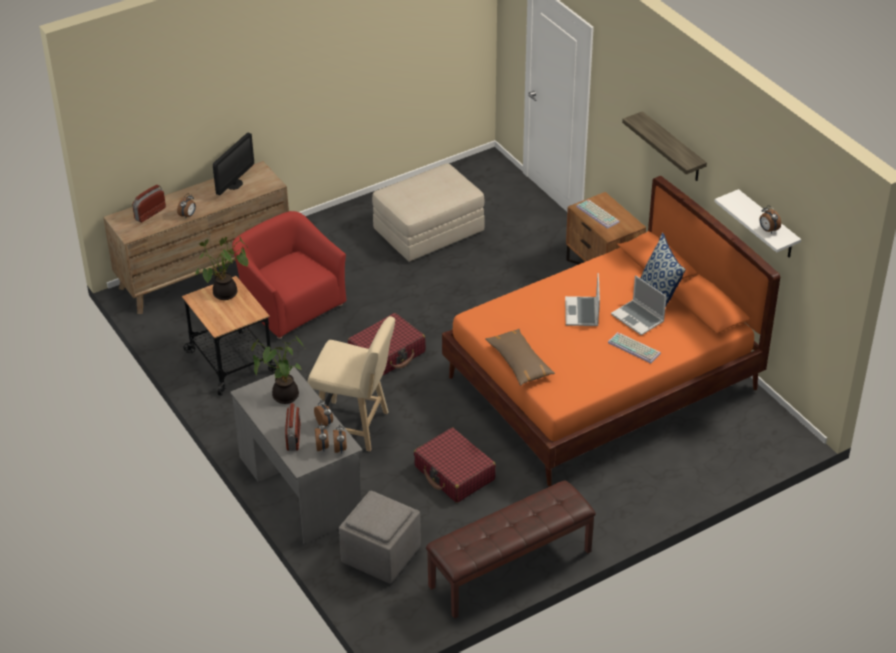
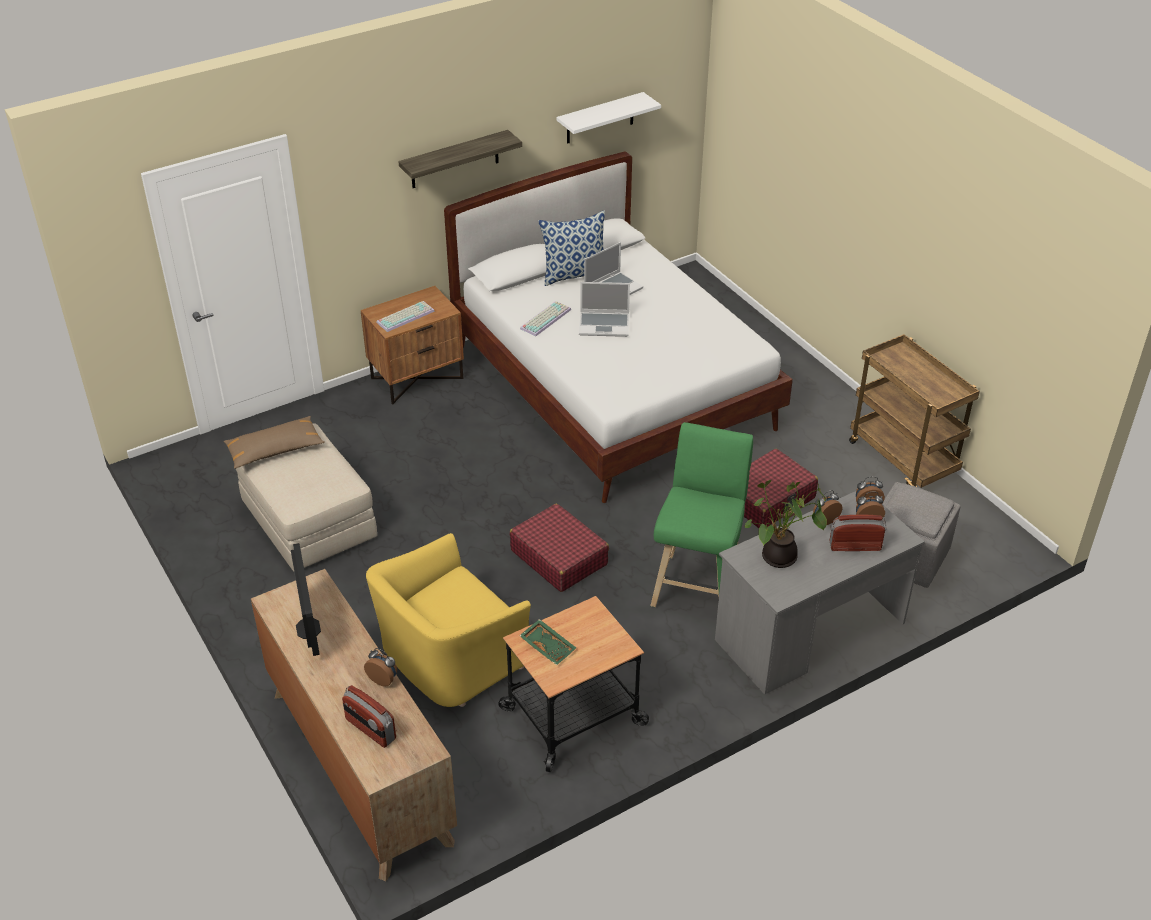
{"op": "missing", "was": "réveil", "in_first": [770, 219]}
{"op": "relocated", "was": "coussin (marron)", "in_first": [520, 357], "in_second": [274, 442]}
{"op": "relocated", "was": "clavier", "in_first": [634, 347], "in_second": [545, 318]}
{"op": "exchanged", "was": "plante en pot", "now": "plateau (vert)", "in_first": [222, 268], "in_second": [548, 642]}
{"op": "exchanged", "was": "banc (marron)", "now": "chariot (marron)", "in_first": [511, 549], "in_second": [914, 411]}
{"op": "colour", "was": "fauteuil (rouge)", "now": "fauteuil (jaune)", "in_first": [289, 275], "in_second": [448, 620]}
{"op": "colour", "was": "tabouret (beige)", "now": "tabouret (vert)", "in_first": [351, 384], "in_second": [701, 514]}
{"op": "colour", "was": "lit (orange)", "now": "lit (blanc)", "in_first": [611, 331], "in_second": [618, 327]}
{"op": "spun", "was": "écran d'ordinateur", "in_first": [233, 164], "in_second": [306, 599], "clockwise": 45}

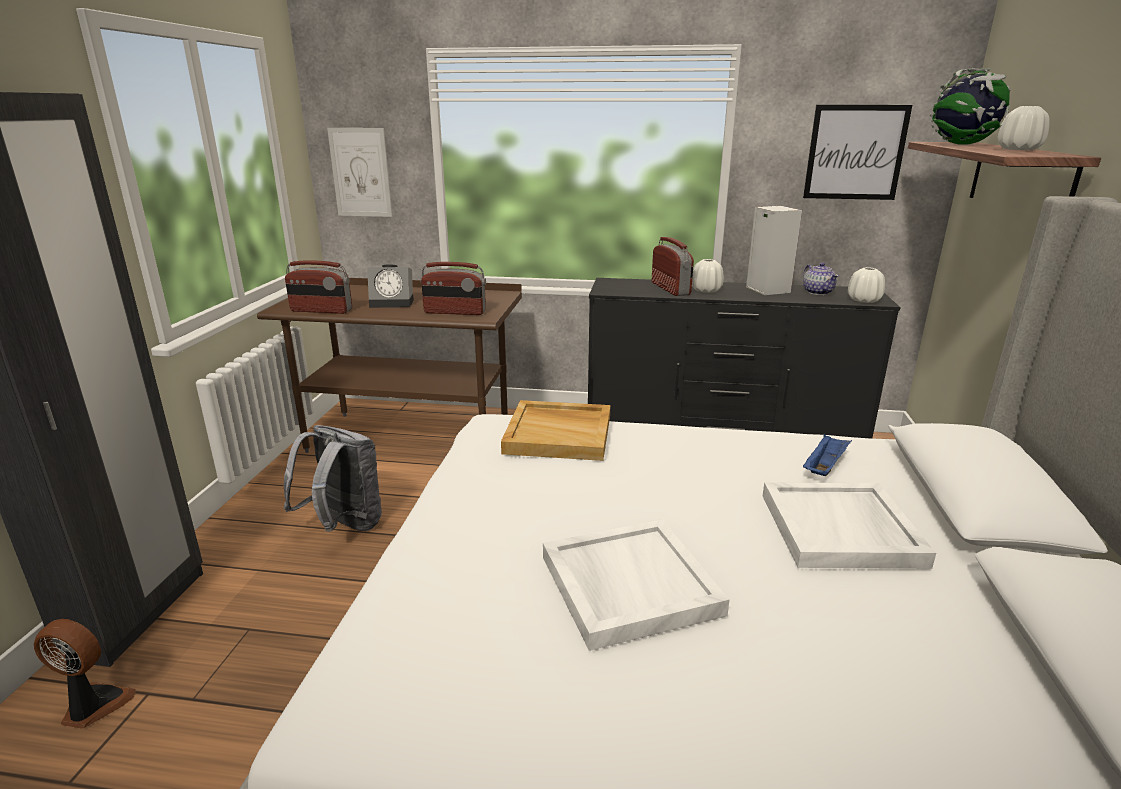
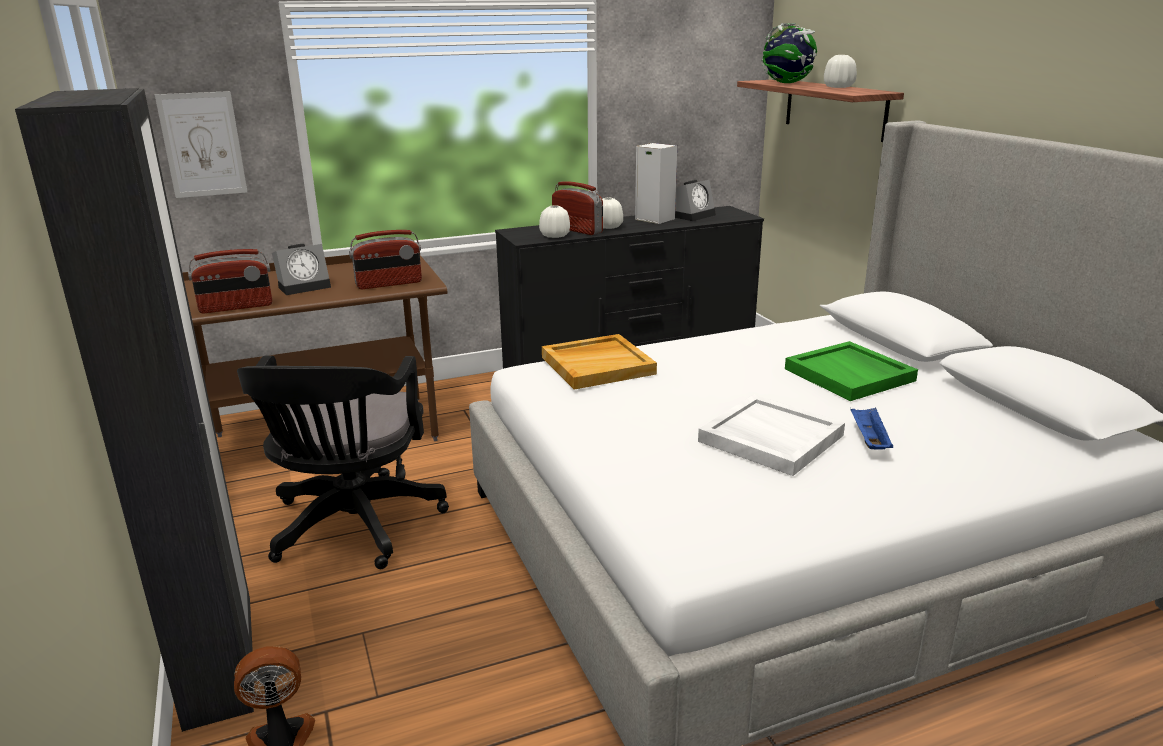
{"op": "missing", "was": "tableau", "in_first": [857, 152]}
{"op": "relocated", "was": "plateau (bleu)", "in_first": [827, 455], "in_second": [872, 428]}
{"op": "relocated", "was": "vase (blanc)", "in_first": [866, 285], "in_second": [554, 221]}
{"op": "exchanged", "was": "sac à dos (gris)", "now": "chaise de bureau (noir)", "in_first": [333, 478], "in_second": [343, 462]}
{"op": "exchanged", "was": "théière", "now": "réveil", "in_first": [821, 278], "in_second": [695, 200]}
{"op": "colour", "was": "plateau (blanc)", "now": "plateau (vert)", "in_first": [849, 525], "in_second": [851, 371]}

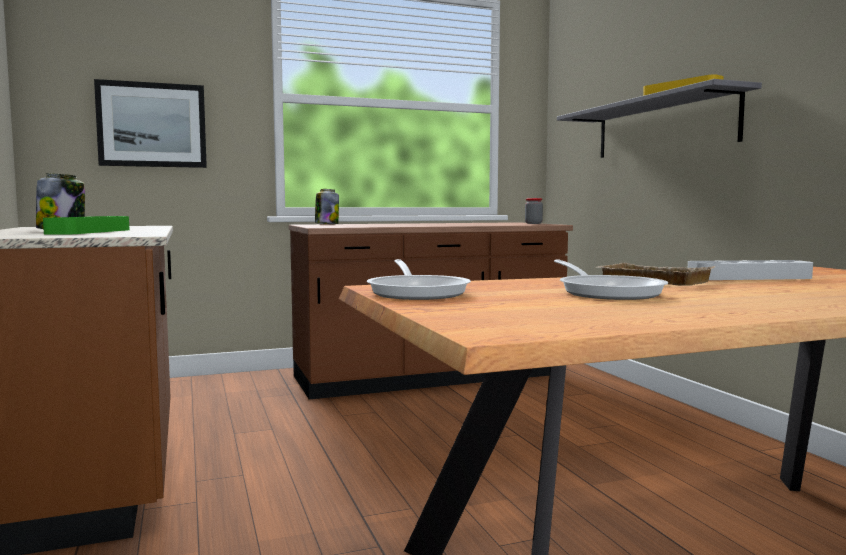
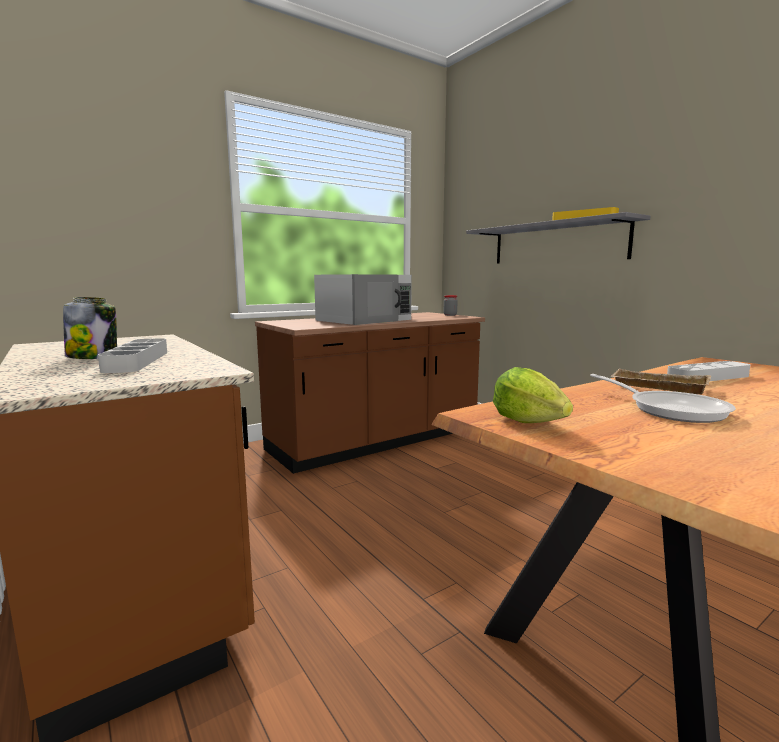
{"op": "missing", "was": "tableau", "in_first": [150, 123]}
{"op": "missing", "was": "bocal", "in_first": [327, 206]}
{"op": "appeared", "now": "micro-ondes (blanc)", "in_second": [363, 299]}
{"op": "exchanged", "was": "poêle", "now": "laitue", "in_first": [419, 279], "in_second": [533, 395]}
{"op": "colour", "was": "plateau (vert)", "now": "plateau (gris)", "in_first": [86, 225], "in_second": [132, 355]}

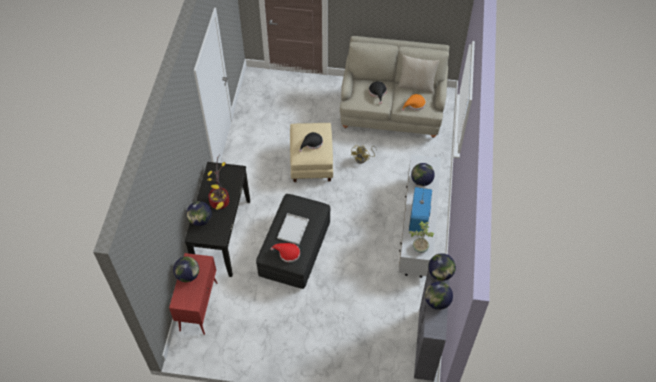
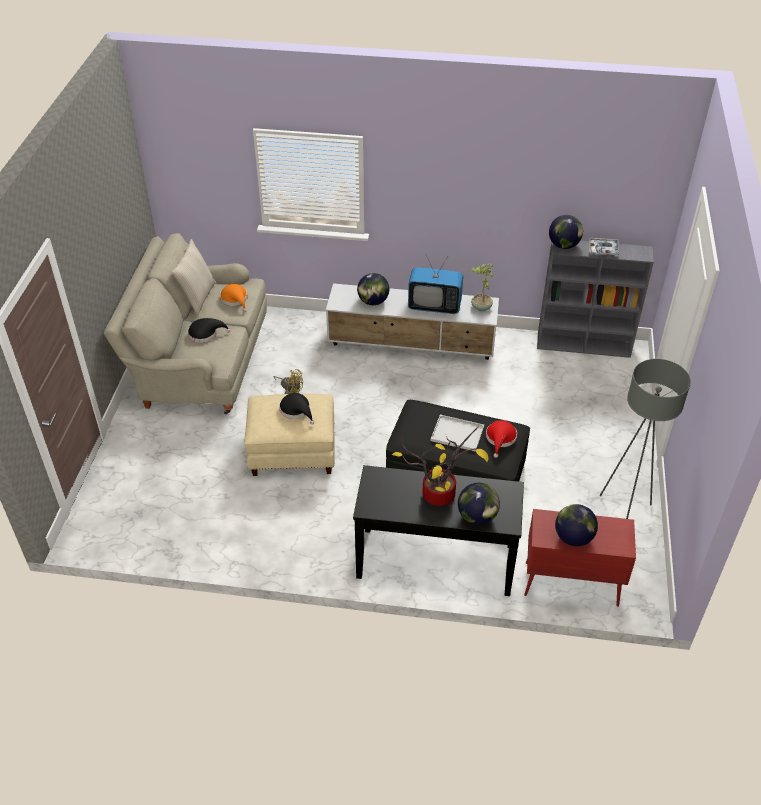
{"op": "appeared", "now": "lampadaire (gris)", "in_second": [645, 439]}
{"op": "exchanged", "was": "globe", "now": "plateau", "in_first": [439, 296], "in_second": [604, 247]}

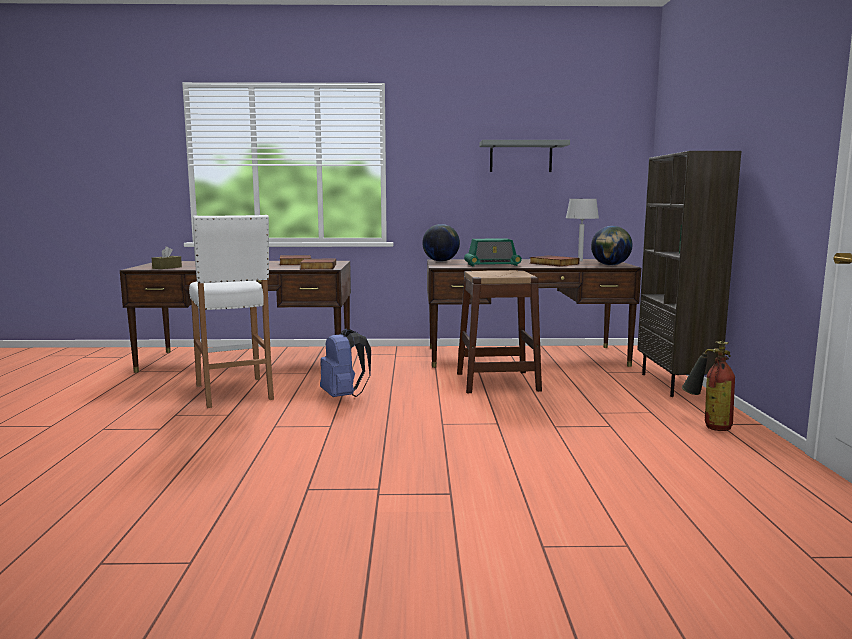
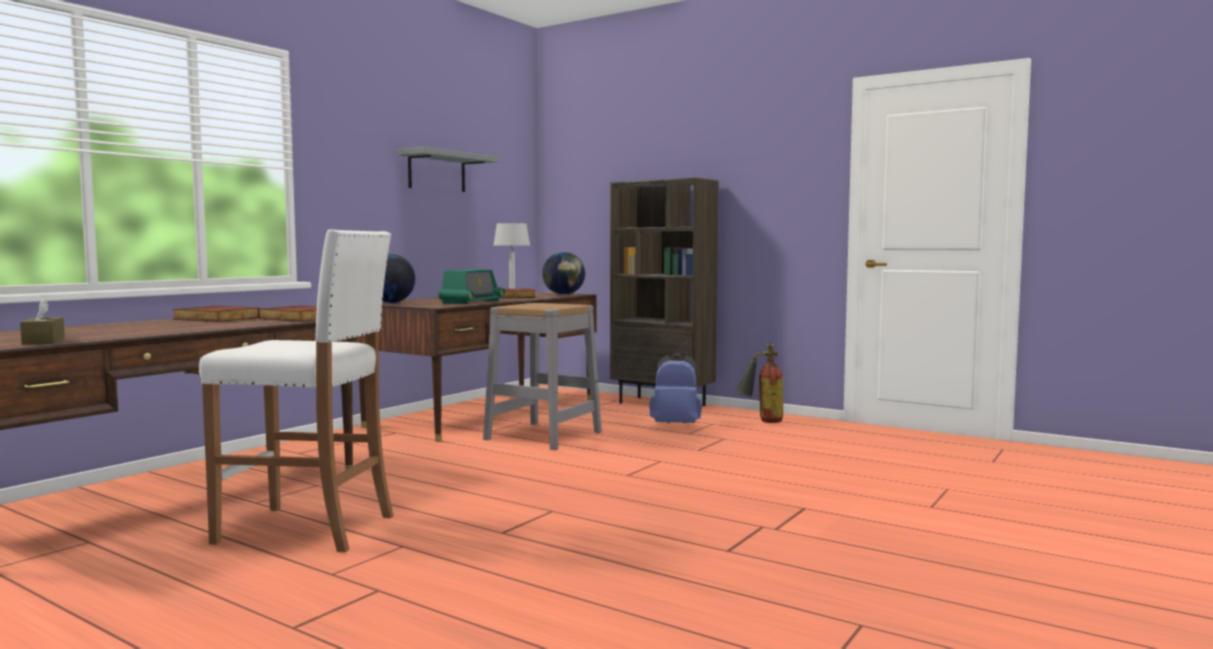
{"op": "relocated", "was": "sac à dos (bleu)", "in_first": [345, 362], "in_second": [675, 388]}
{"op": "colour", "was": "tabouret (marron)", "now": "tabouret (gris)", "in_first": [499, 331], "in_second": [542, 376]}

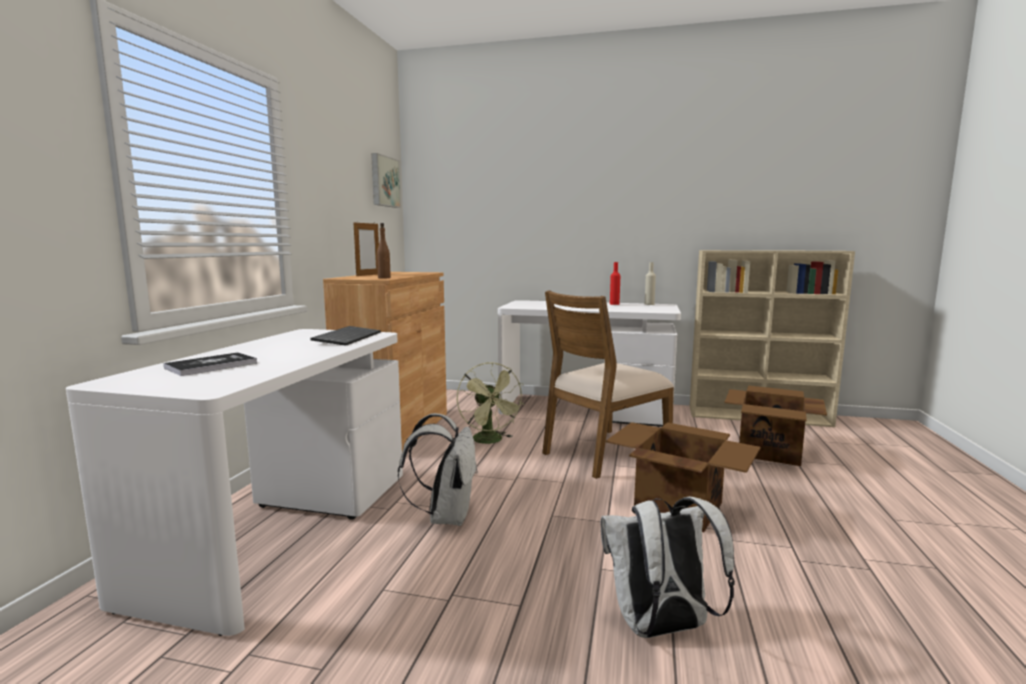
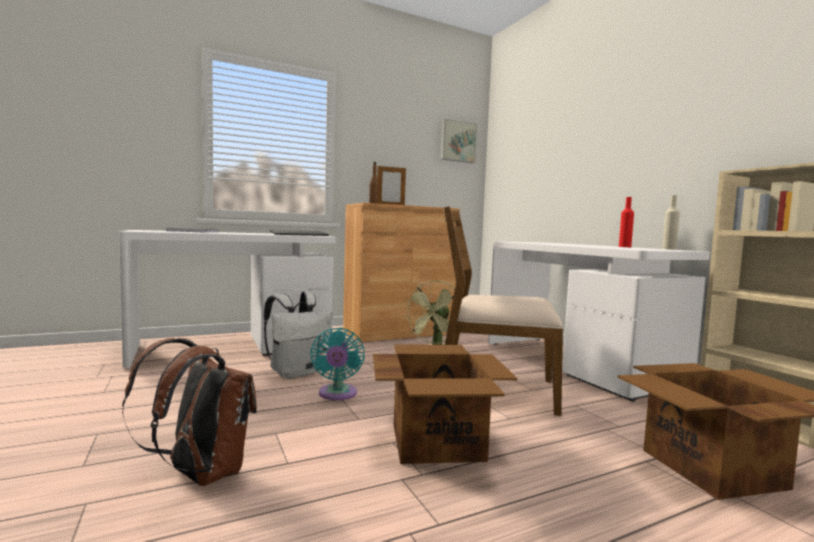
{"op": "appeared", "now": "ventilateur (turquoise)", "in_second": [337, 363]}
{"op": "colour", "was": "sac à dos (blanc)", "now": "sac à dos (marron)", "in_first": [668, 567], "in_second": [189, 412]}

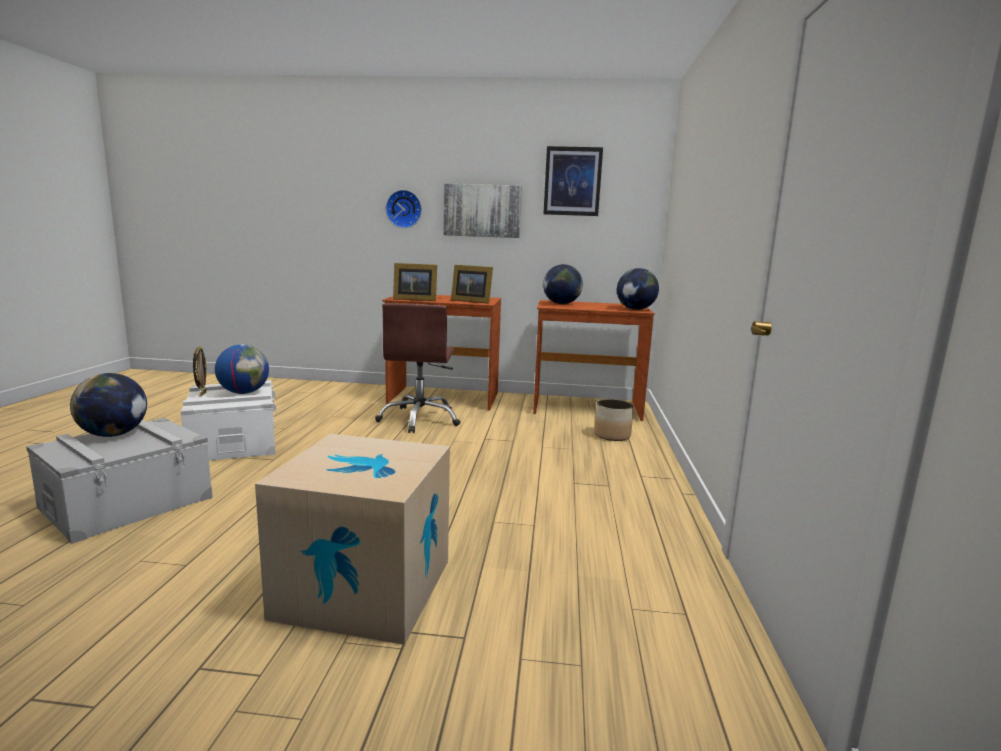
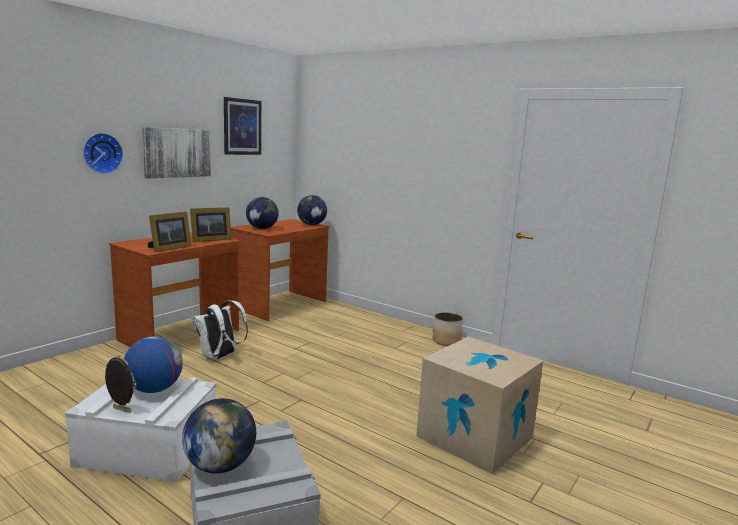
{"op": "relocated", "was": "cache-pot", "in_first": [614, 420], "in_second": [448, 329]}
{"op": "exchanged", "was": "chaise de bureau (marron)", "now": "sac à dos (blanc)", "in_first": [417, 368], "in_second": [220, 330]}

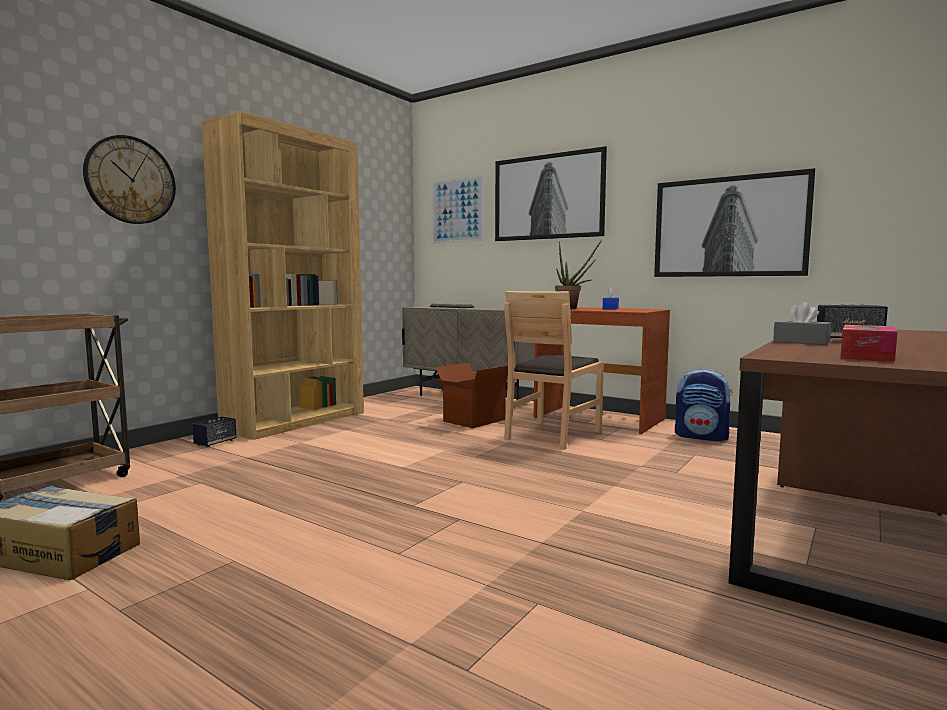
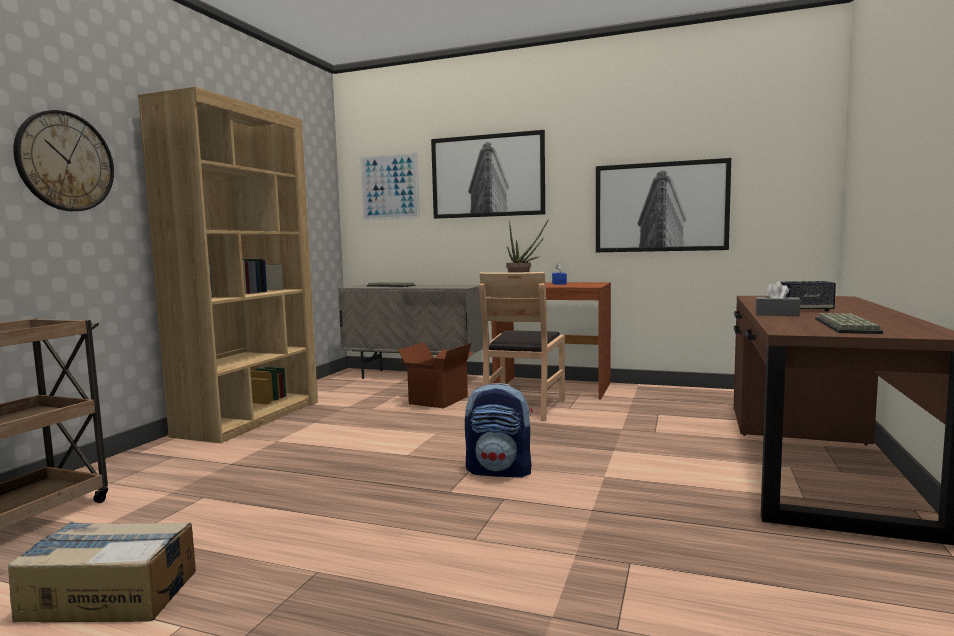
{"op": "missing", "was": "enceinte", "in_first": [214, 432]}
{"op": "relocated", "was": "sac à dos", "in_first": [704, 405], "in_second": [499, 430]}
{"op": "exchanged", "was": "boîte à mouchoirs", "now": "clavier", "in_first": [869, 343], "in_second": [849, 323]}

